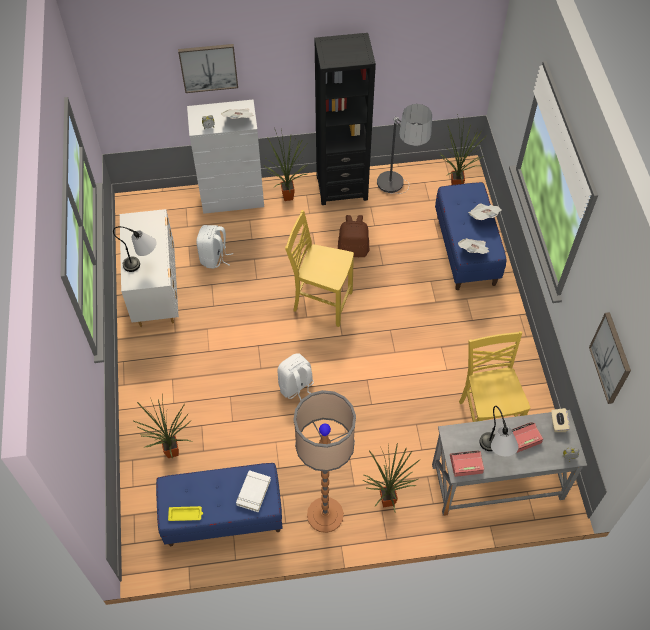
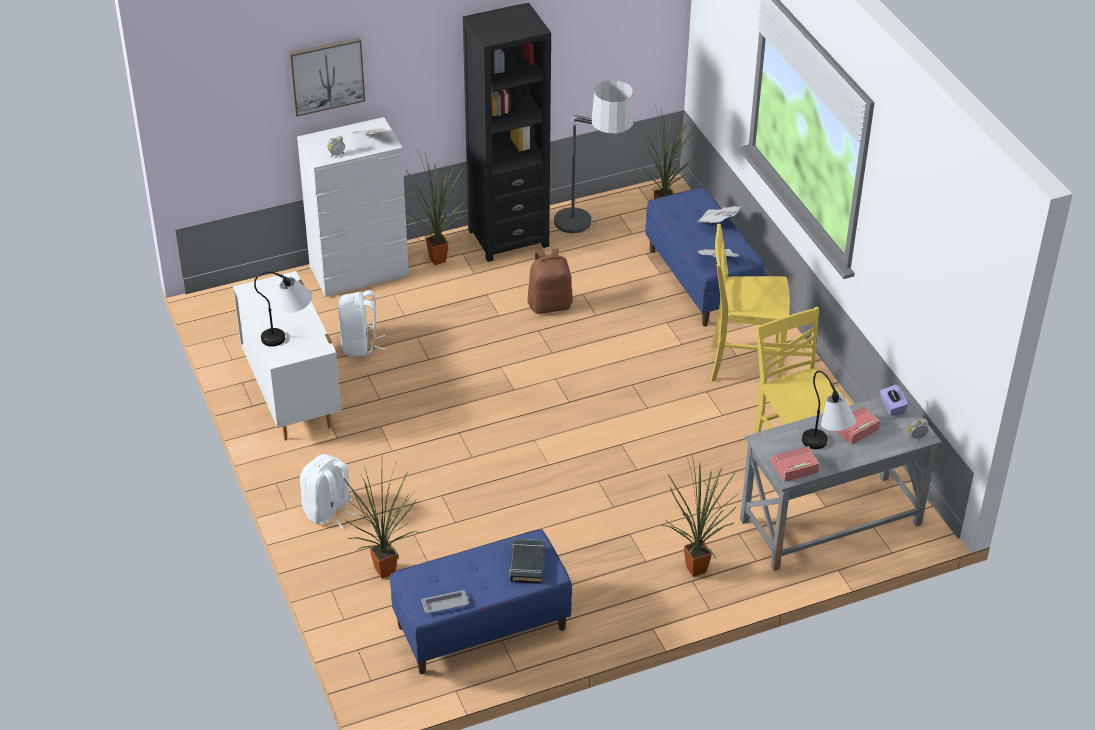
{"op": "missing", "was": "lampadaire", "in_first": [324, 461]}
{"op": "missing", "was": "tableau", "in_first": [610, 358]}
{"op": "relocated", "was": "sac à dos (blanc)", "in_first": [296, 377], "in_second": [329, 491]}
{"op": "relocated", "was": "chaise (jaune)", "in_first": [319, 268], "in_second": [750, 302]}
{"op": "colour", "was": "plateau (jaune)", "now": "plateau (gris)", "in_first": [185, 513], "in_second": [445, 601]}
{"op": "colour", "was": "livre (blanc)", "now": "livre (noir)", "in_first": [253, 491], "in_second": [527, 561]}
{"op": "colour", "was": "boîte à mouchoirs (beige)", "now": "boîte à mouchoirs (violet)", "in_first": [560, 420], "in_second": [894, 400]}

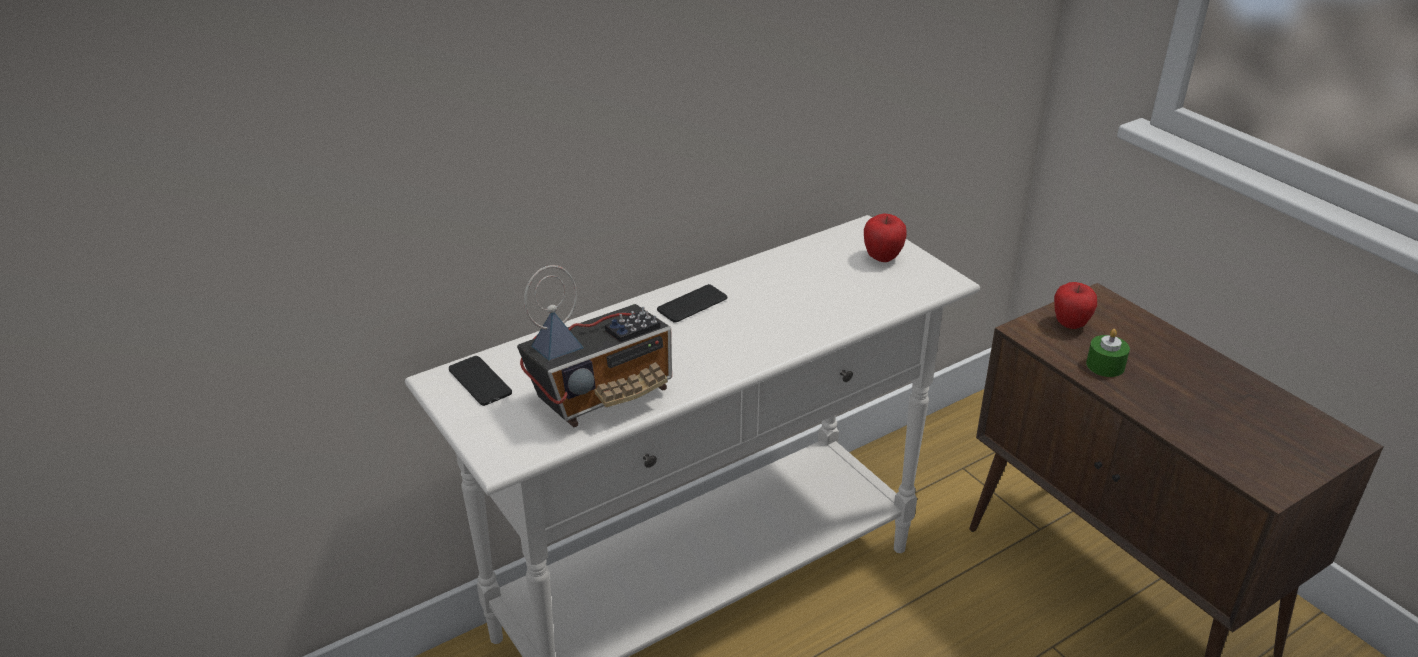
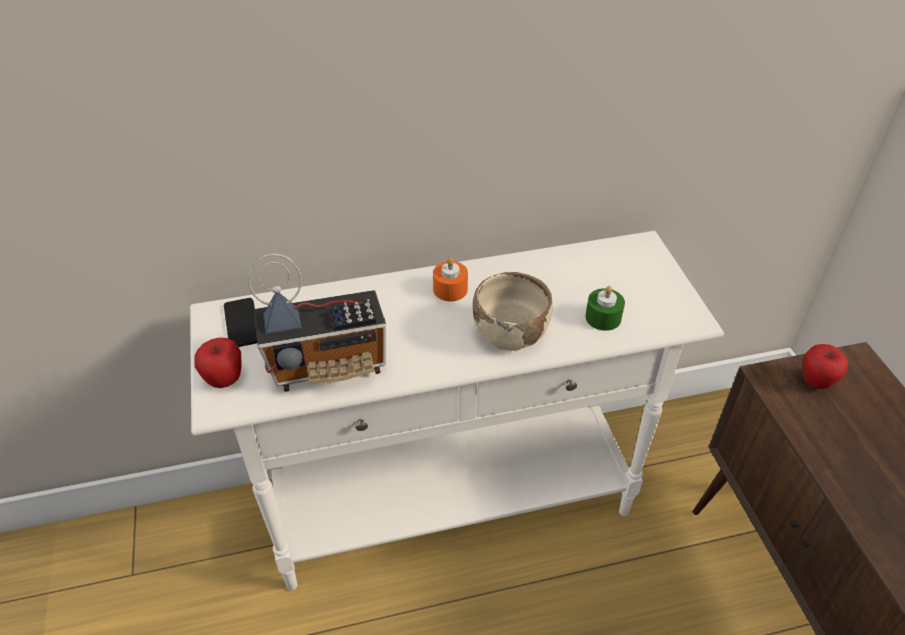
{"op": "appeared", "now": "bol (beige)", "in_second": [513, 311]}
{"op": "relocated", "was": "pomme", "in_first": [885, 238], "in_second": [218, 362]}
{"op": "relocated", "was": "bougie (vert)", "in_first": [1108, 353], "in_second": [605, 308]}
{"op": "exchanged", "was": "téléphone", "now": "bougie (orange)", "in_first": [692, 303], "in_second": [450, 280]}

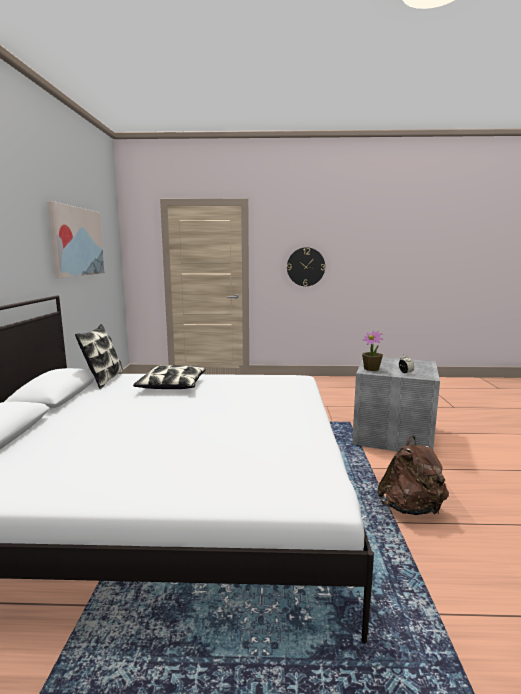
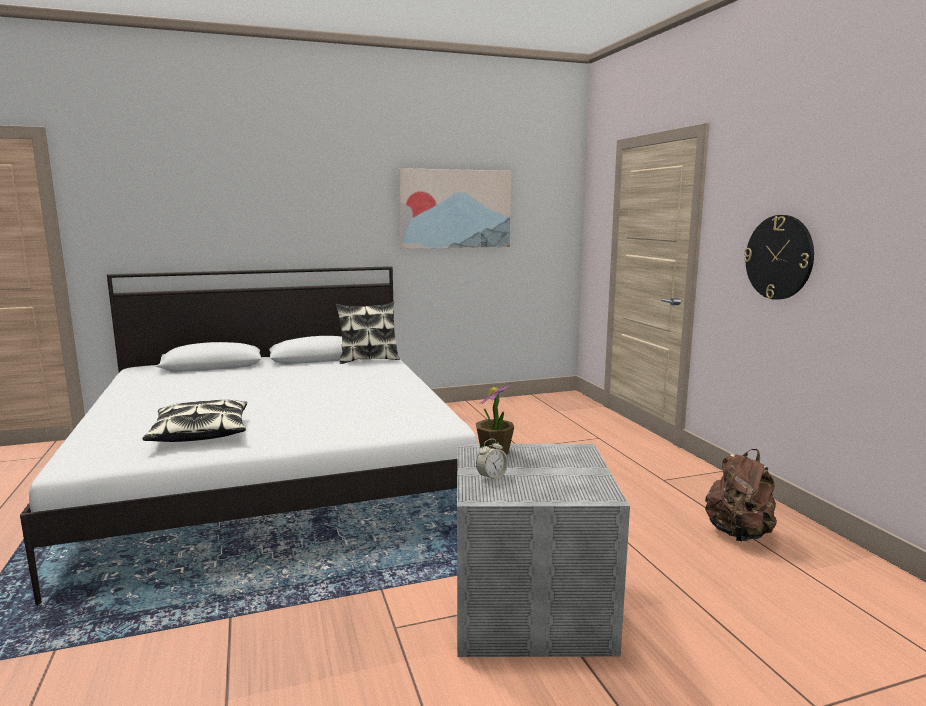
{"op": "relocated", "was": "coussin", "in_first": [169, 377], "in_second": [195, 421]}
{"op": "relocated", "was": "sac à dos (marron)", "in_first": [413, 475], "in_second": [741, 495]}

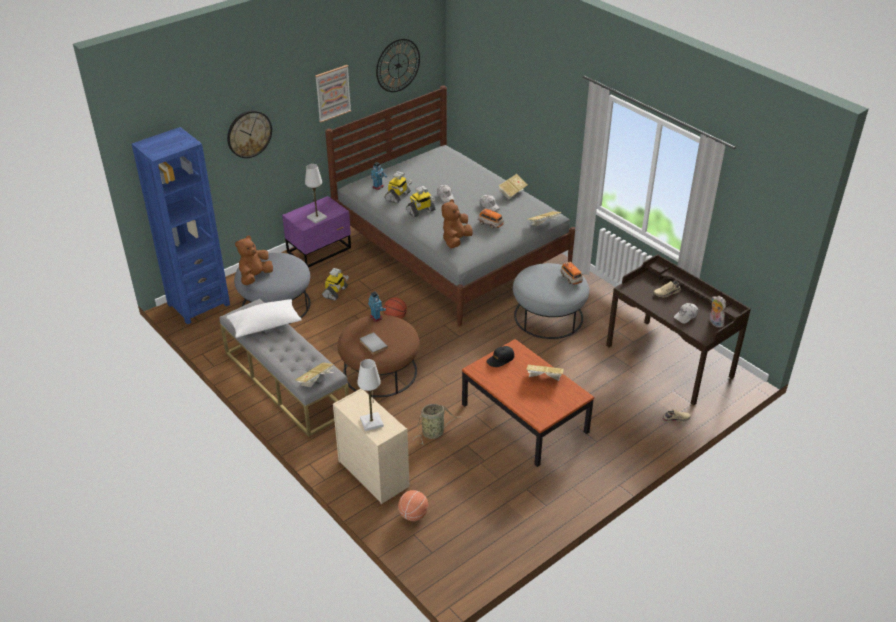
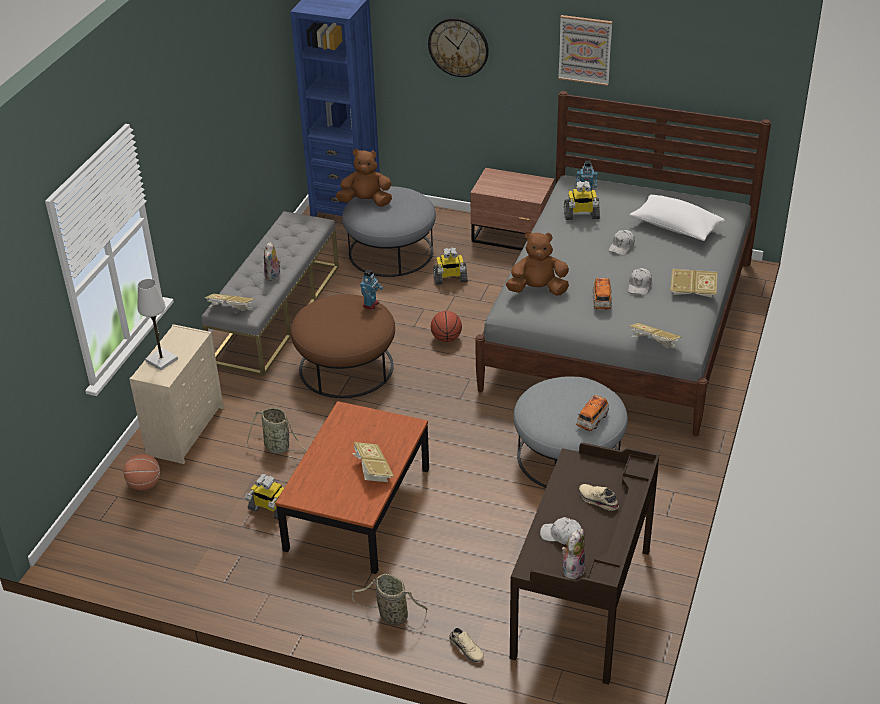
{"op": "missing", "was": "lampe de table (blanc)", "in_first": [316, 193]}
{"op": "missing", "was": "livre (gris)", "in_first": [374, 343]}
{"op": "missing", "was": "horloge murale", "in_first": [398, 65]}
{"op": "missing", "was": "casquette (noir)", "in_first": [500, 356]}
{"op": "appeared", "now": "peluche", "in_second": [272, 261]}
{"op": "appeared", "now": "panier", "in_second": [390, 602]}
{"op": "relocated", "was": "coussin (blanc)", "in_first": [264, 318], "in_second": [677, 218]}
{"op": "relocated", "was": "robot jouet", "in_first": [420, 201], "in_second": [264, 497]}
{"op": "colour", "was": "table de chevet (violet)", "now": "table de chevet (marron)", "in_first": [316, 231], "in_second": [512, 209]}

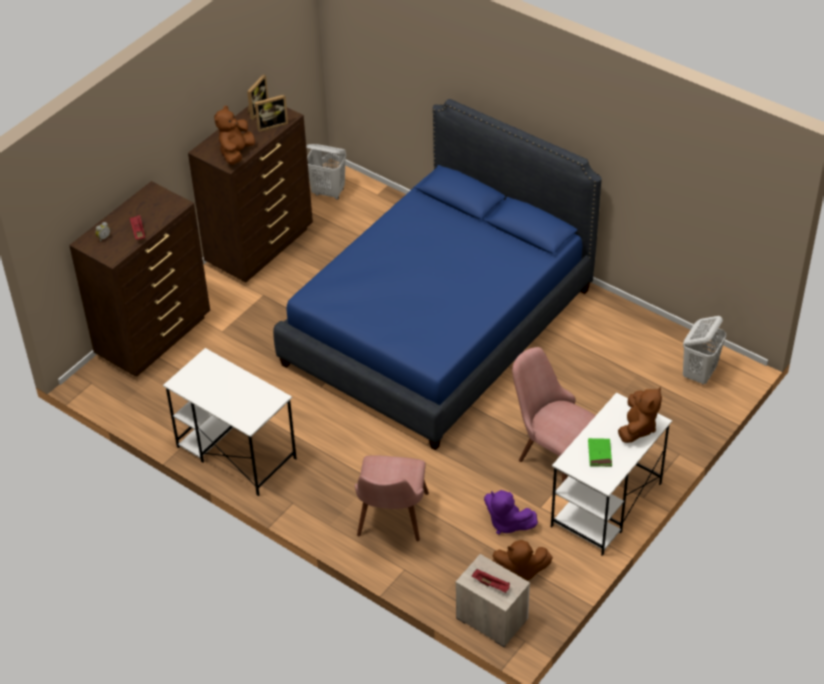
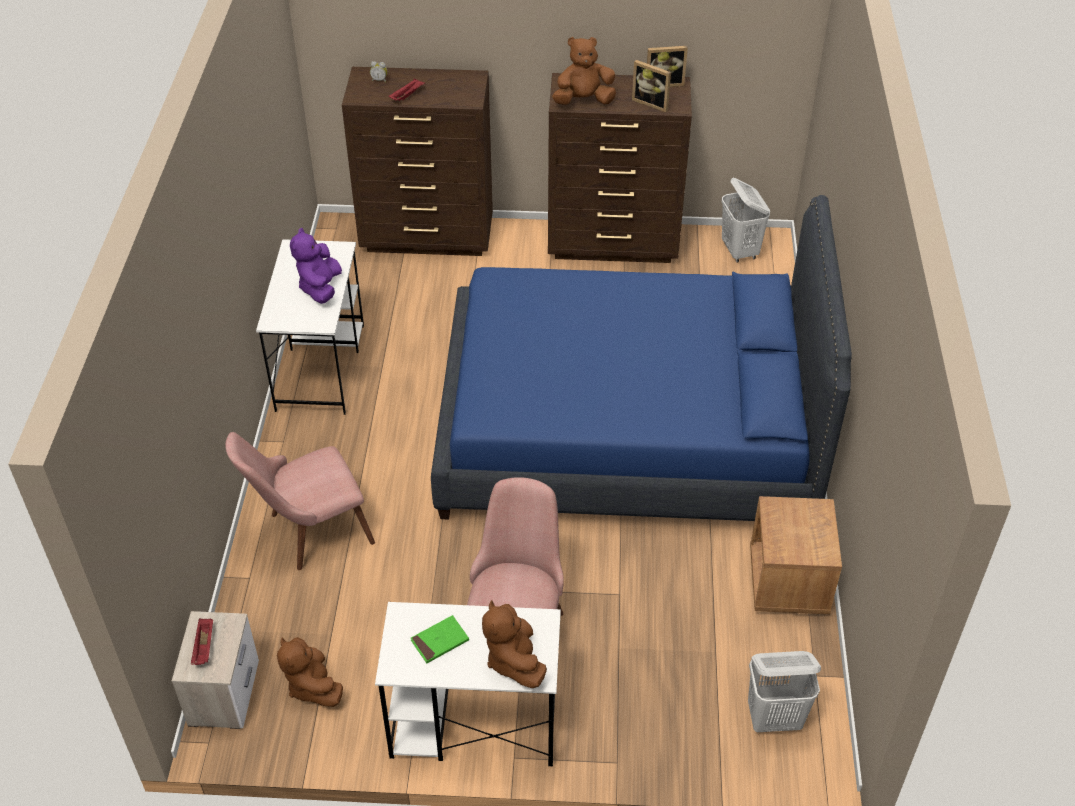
{"op": "appeared", "now": "table de chevet (marron)", "in_second": [796, 555]}
{"op": "relocated", "was": "peluche (violet)", "in_first": [511, 512], "in_second": [316, 266]}
{"op": "spun", "was": "peluche (marron)", "in_first": [640, 415], "in_second": [514, 644], "clockwise": 90}

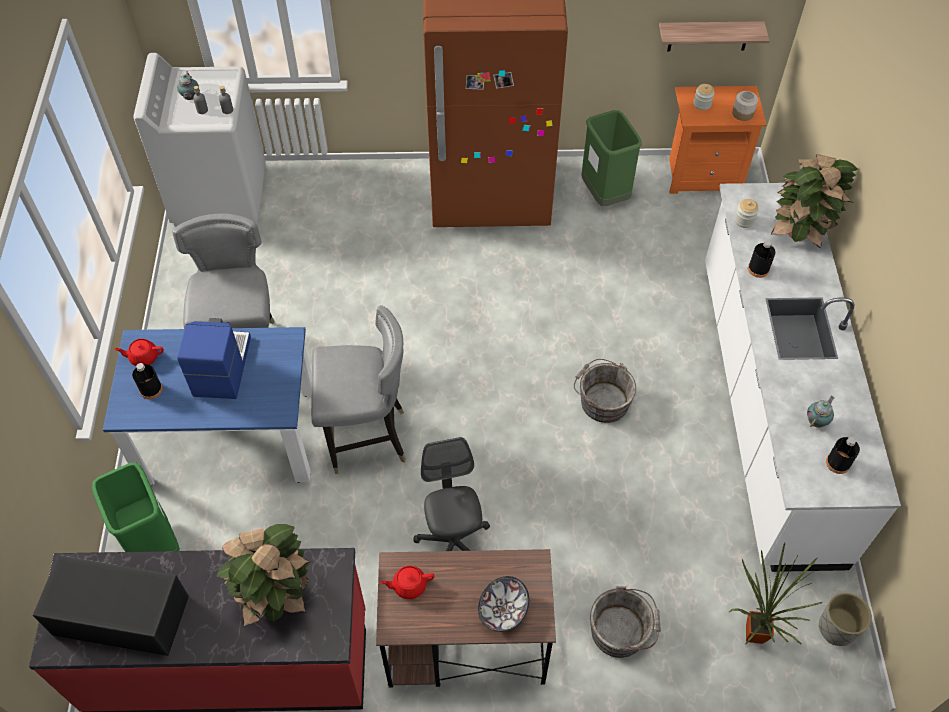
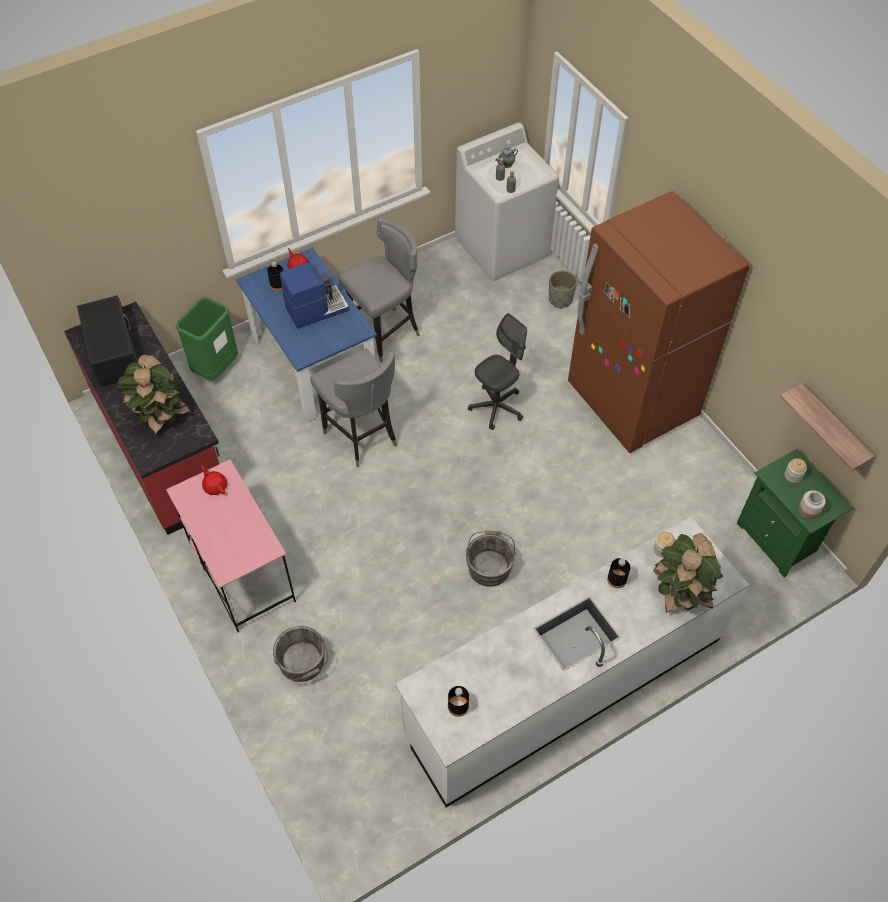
{"op": "missing", "was": "bol", "in_first": [503, 604]}
{"op": "missing", "was": "poubelle (vert)", "in_first": [612, 158]}
{"op": "missing", "was": "plante en pot", "in_first": [776, 594]}
{"op": "missing", "was": "théière", "in_first": [820, 412]}
{"op": "relocated", "was": "chaise de bureau (gris)", "in_first": [451, 494], "in_second": [497, 371]}
{"op": "relocated", "was": "cache-pot (gris)", "in_first": [845, 619], "in_second": [563, 289]}
{"op": "colour", "was": "bureau (marron)", "now": "bureau (rose)", "in_first": [466, 618], "in_second": [231, 546]}
{"op": "colour", "was": "table de chevet (orange)", "now": "table de chevet (vert)", "in_first": [717, 140], "in_second": [795, 512]}

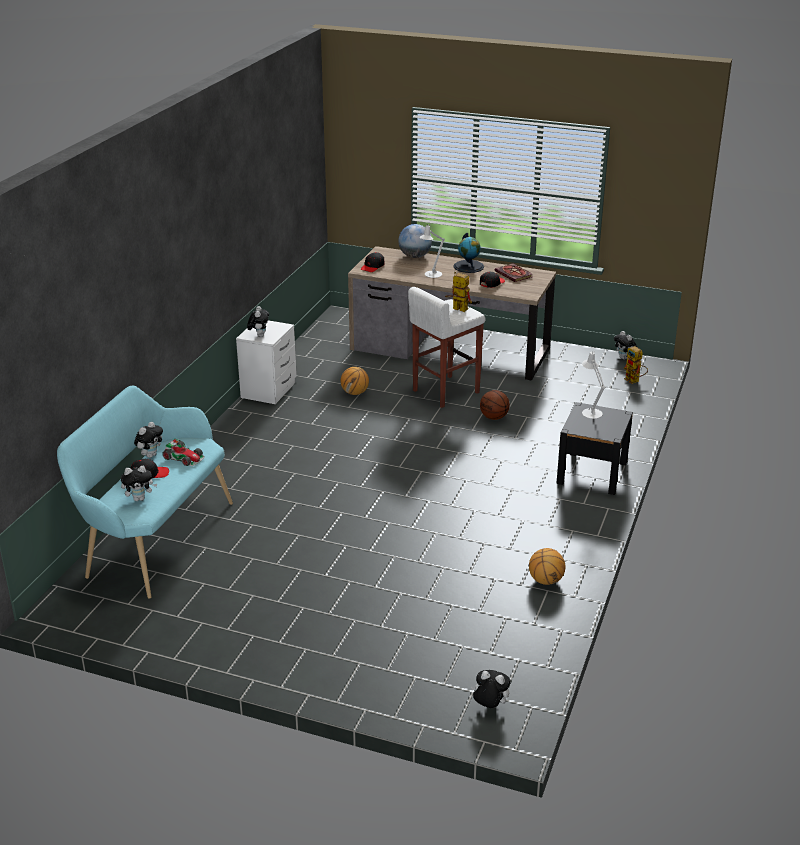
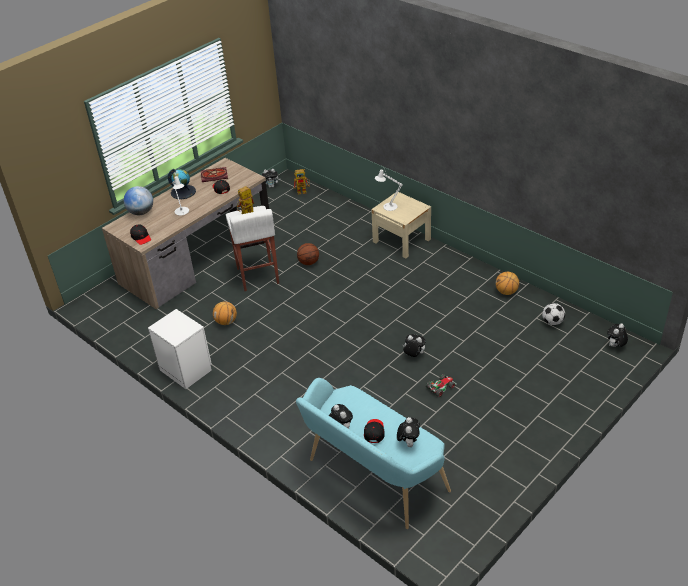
{"op": "appeared", "now": "ballon de foot", "in_second": [553, 314]}
{"op": "relocated", "was": "petite voiture", "in_first": [183, 452], "in_second": [441, 385]}
{"op": "relocated", "was": "peluche", "in_first": [258, 321], "in_second": [414, 345]}
{"op": "colour", "was": "table de chevet (noir)", "now": "table de chevet (beige)", "in_first": [595, 448], "in_second": [401, 224]}

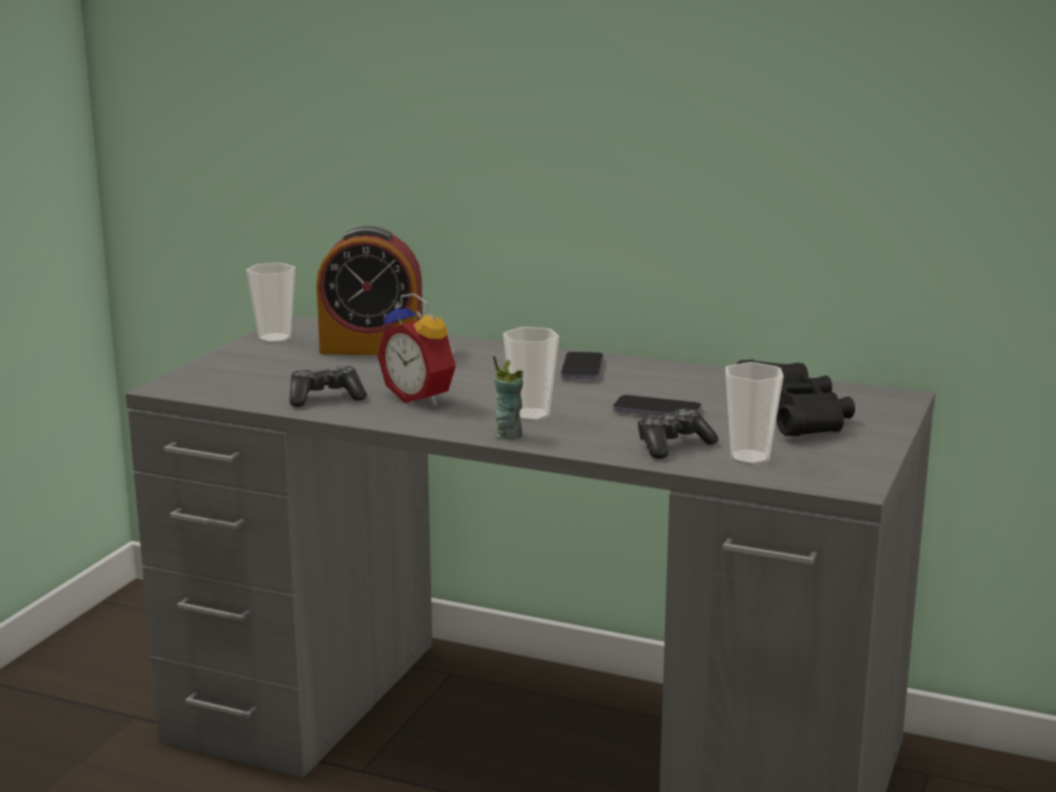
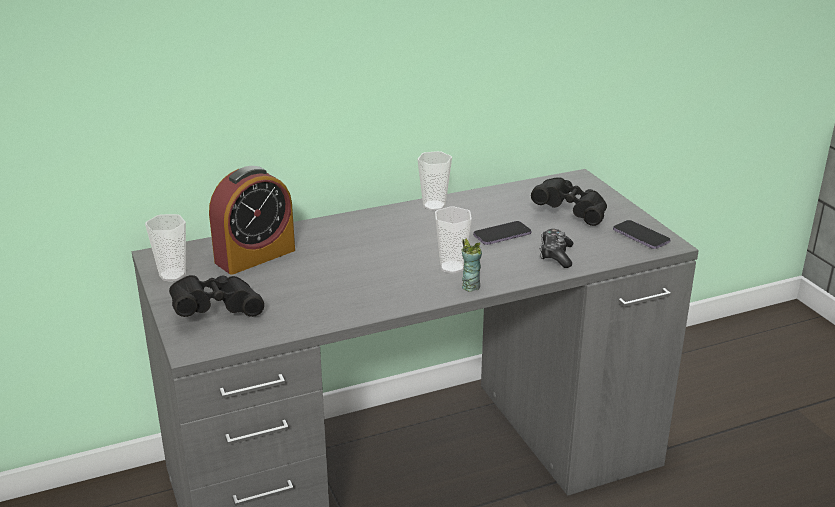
{"op": "missing", "was": "manette", "in_first": [328, 386]}
{"op": "missing", "was": "réveil", "in_first": [416, 349]}
{"op": "appeared", "now": "jumelles (noir)", "in_second": [216, 296]}
{"op": "relocated", "was": "téléphone", "in_first": [582, 366], "in_second": [642, 234]}
{"op": "relocated", "was": "tasse", "in_first": [754, 414], "in_second": [434, 181]}

